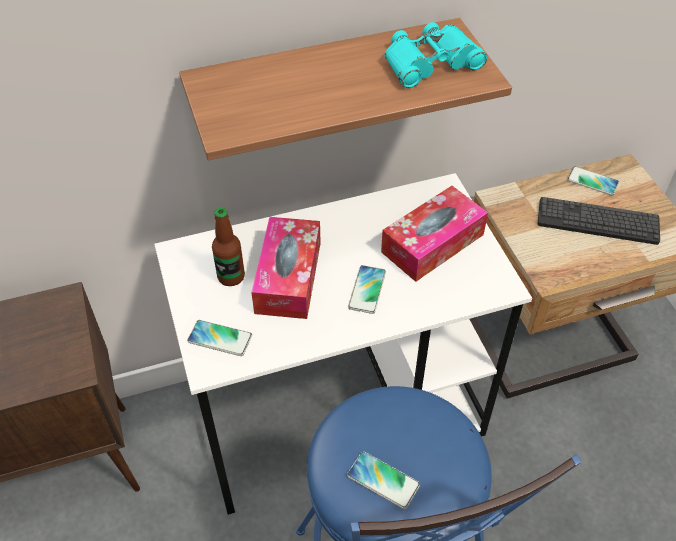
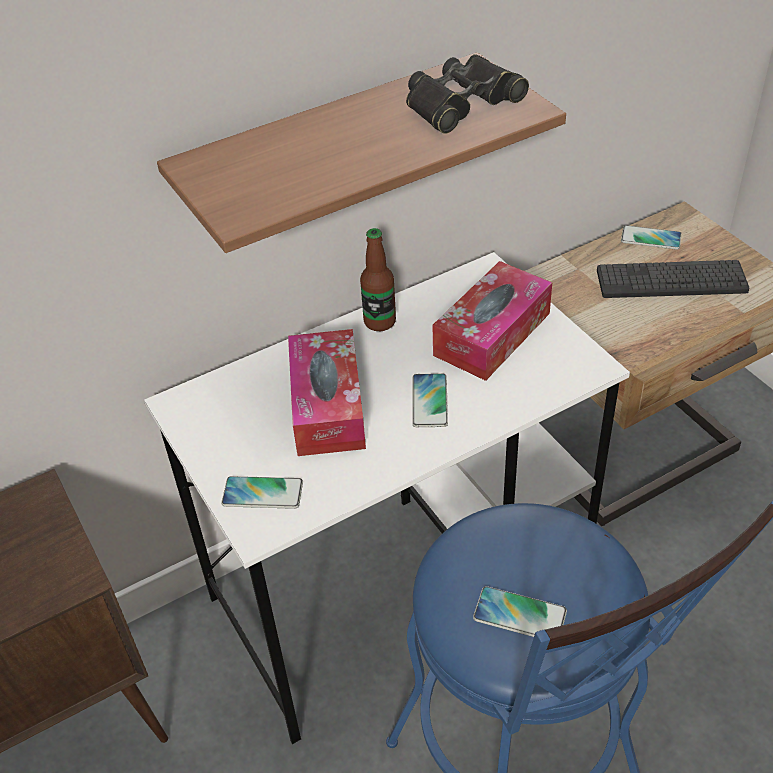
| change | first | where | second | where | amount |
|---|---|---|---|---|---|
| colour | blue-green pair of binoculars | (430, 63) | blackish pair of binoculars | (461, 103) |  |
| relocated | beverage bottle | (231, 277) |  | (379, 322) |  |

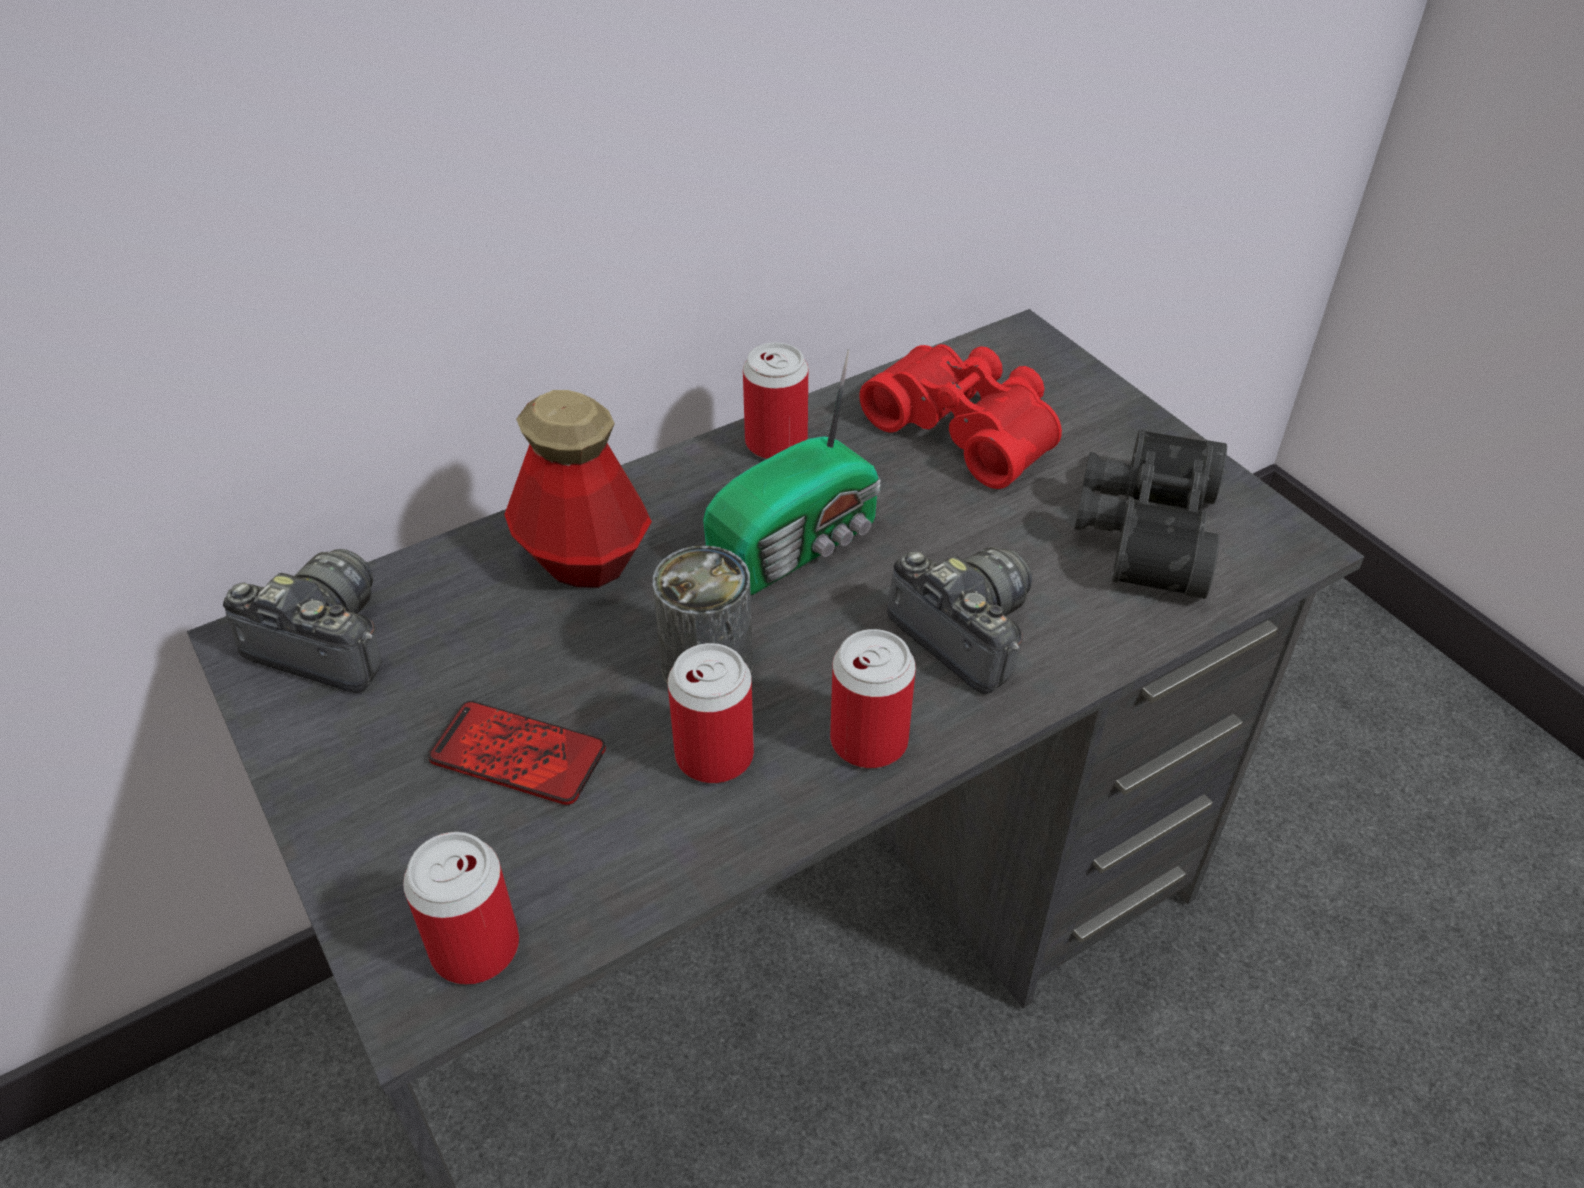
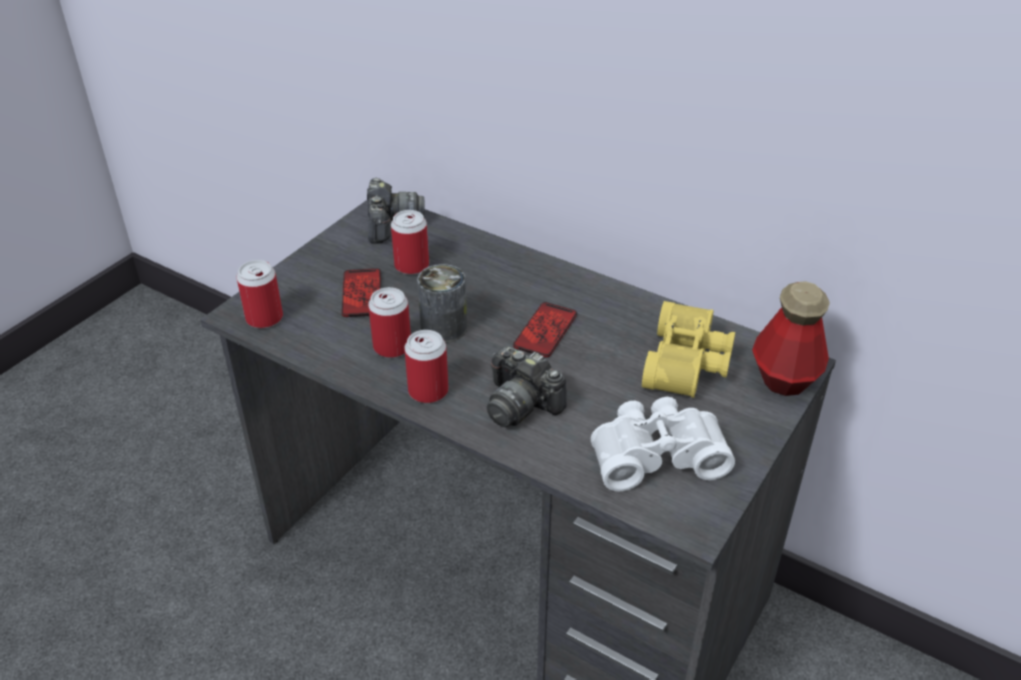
| change | first | where | second | where | amount |
|---|---|---|---|---|---|
| relocated | sealed can | (776, 443) |  | (412, 265) |  |
| colour | red pair of binoculars | (968, 428) | yellow pair of binoculars | (689, 363) |  |
| exchanged | radio | (800, 544) | phone | (545, 331) |  |
| relocated | beverage bottle | (584, 559) |  | (784, 378) |  |
| colour | blackish pair of binoculars | (1142, 529) | whitish pair of binoculars | (656, 454) |  |
| spun | photo camera | (964, 633) |  | (521, 404) | 105 degrees clockwise |

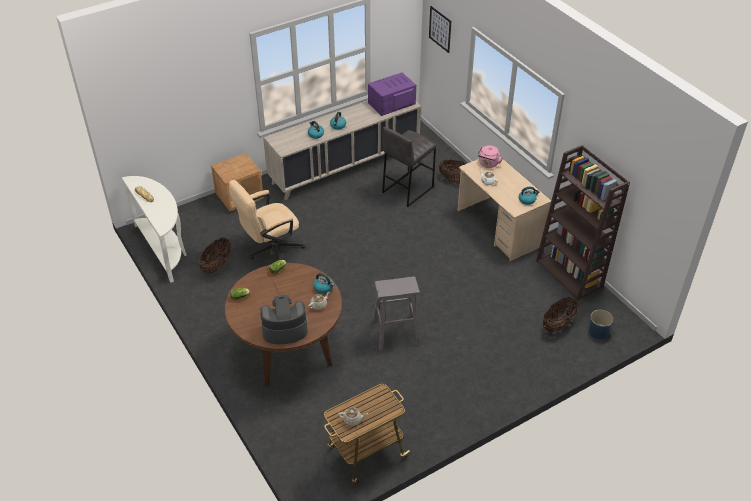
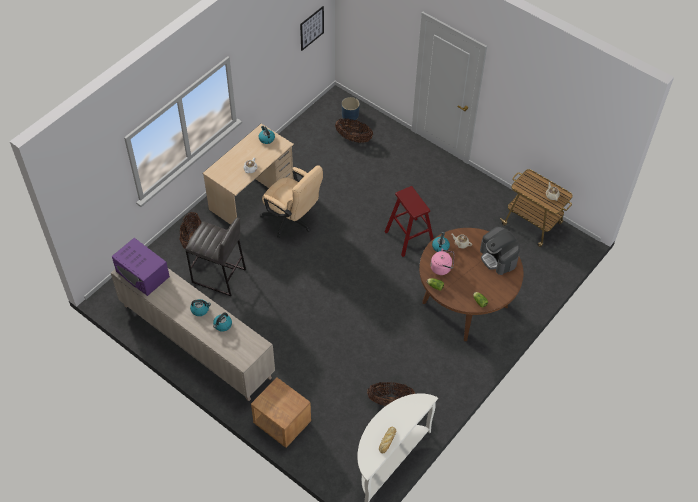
| change | first | where | second | where | amount |
|---|---|---|---|---|---|
| relocated | picture | (440, 29) |  | (312, 28) |  |
| relocated | pink-coloured water kettle | (488, 164) |  | (442, 268) |  |
| missing | brown shelving unit | (570, 274) |  |  |  |
| relocated | sand-coloured desk chair | (270, 249) |  | (292, 221) |  |
| colour | grey stool | (396, 332) | red stool | (409, 237) |  |

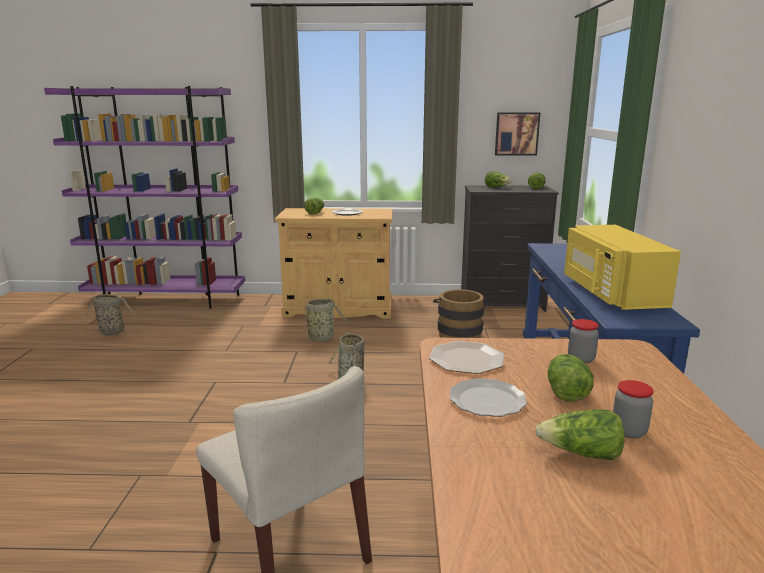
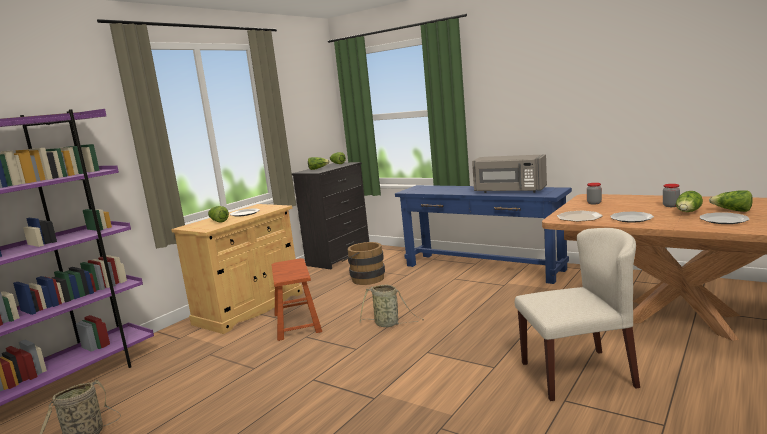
| change | first | where | second | where | amount |
|---|---|---|---|---|---|
| missing | picture | (516, 133) |  |  |  |
| colour | yellow microwave | (610, 293) | grey microwave | (509, 191) |  |
| exchanged | household basket | (322, 338) | brown stool | (297, 323) |  |
| relocated | lettuce head | (565, 391) |  | (732, 210) |  |
| appeared |  |  | flat dish | (723, 220) |  |

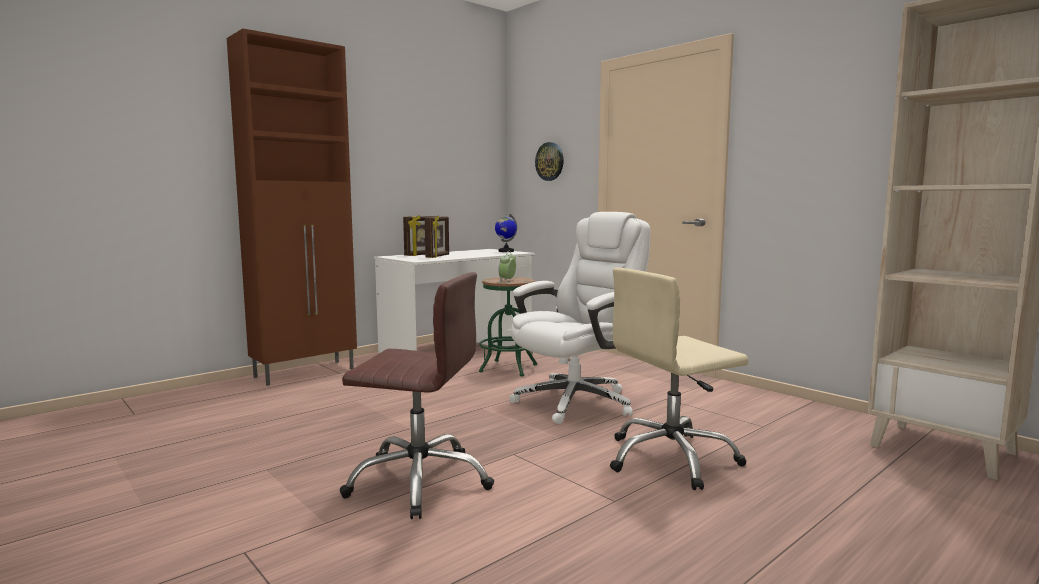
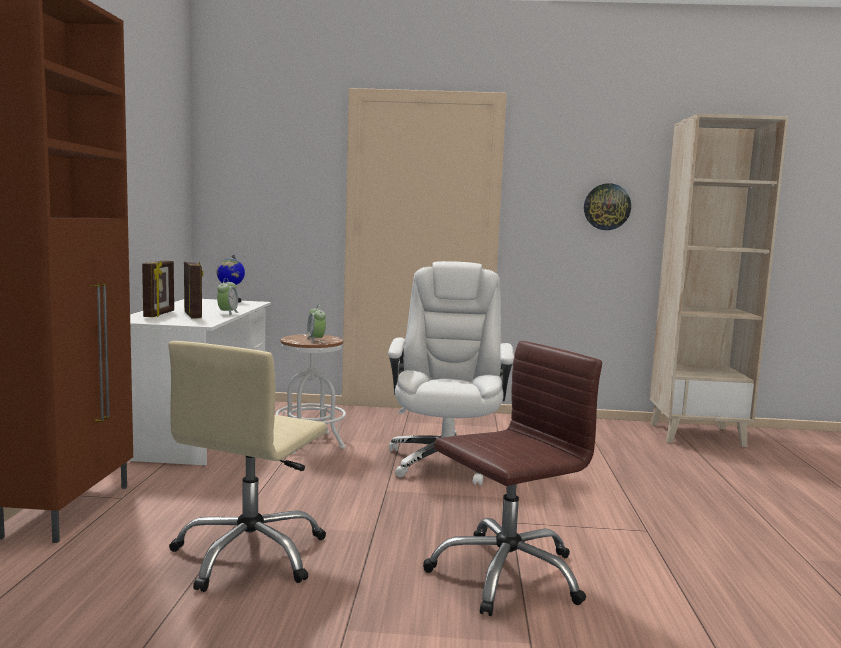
| change | first | where | second | where | amount |
|---|---|---|---|---|---|
| relocated | wall clock | (550, 161) |  | (607, 207) |  |
| relocated | sand-coloured desk chair | (671, 459) |  | (250, 555) |  |
| colour | green stool | (508, 368) | whitish stool | (310, 443) |  |
| appeared |  |  | table clock | (227, 313) |  |

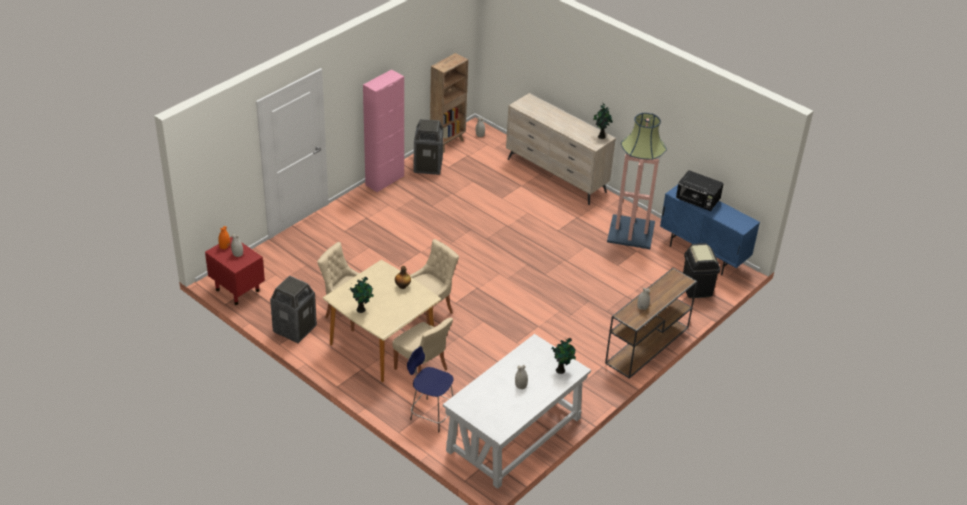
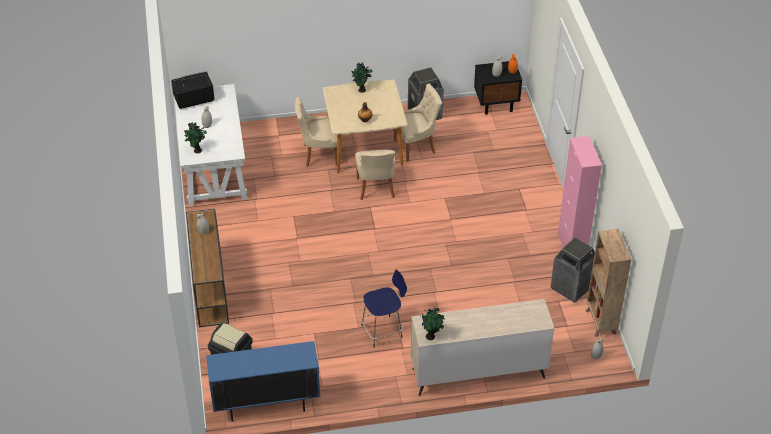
| change | first | where | second | where | amount |
|---|---|---|---|---|---|
| missing | standing lamp | (631, 232) |  |  |  |
| relocated | blackish microwave | (698, 201) |  | (193, 99) |  |
| colour | red nightstand | (237, 290) | blackish nightstand | (496, 104) |  |
| relocated | blue-coloured stool | (431, 414) |  | (383, 331) |  |

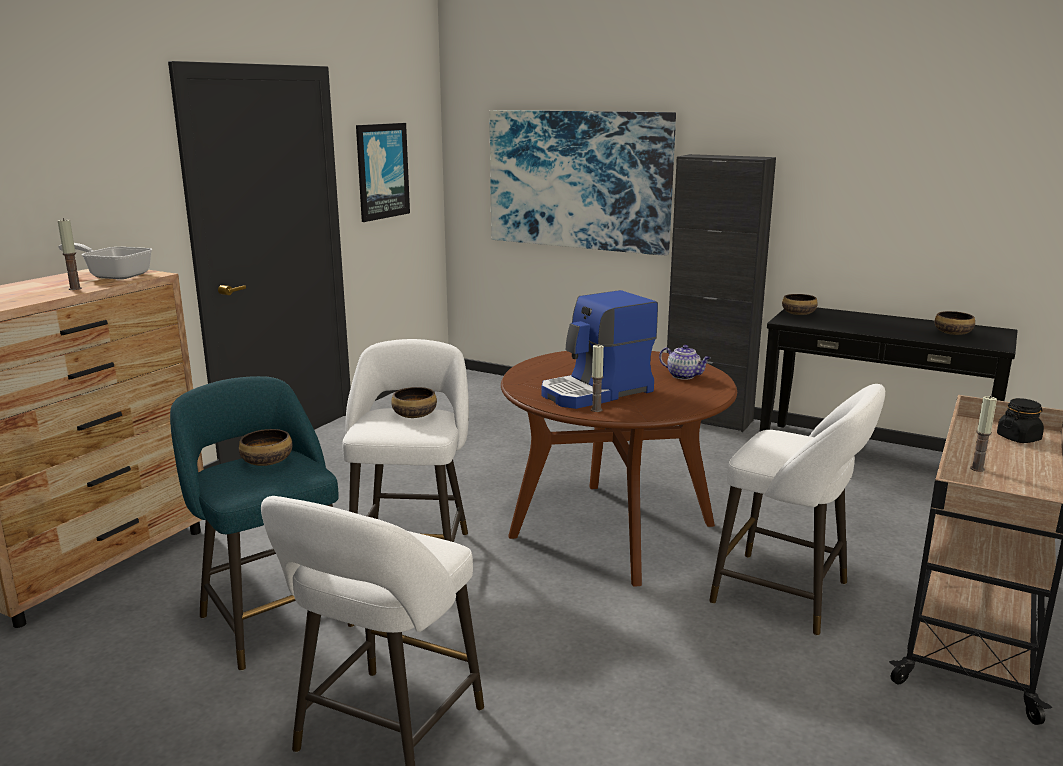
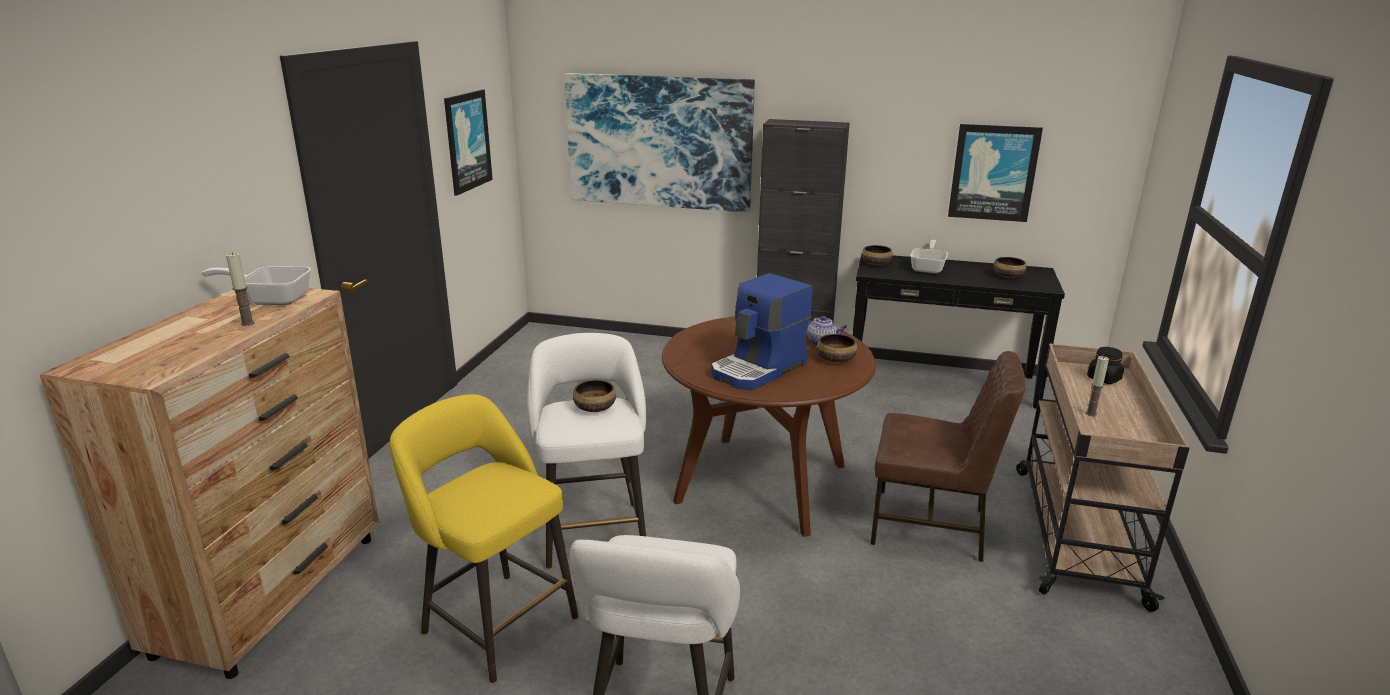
| change | first | where | second | where | amount |
|---|---|---|---|---|---|
| missing | wax light | (596, 410) |  |  |  |
| colour | blue-green stool | (273, 617) | yellow stool | (495, 622) |  |
| exchanged | whitish stool | (788, 595) | brown upright chair | (931, 526) |  |
| relocated | deep dish | (267, 461) |  | (836, 359) |  |
| appeared |  |  | picture | (993, 173) |  |
| appeared |  |  | skillet | (928, 268) |  |

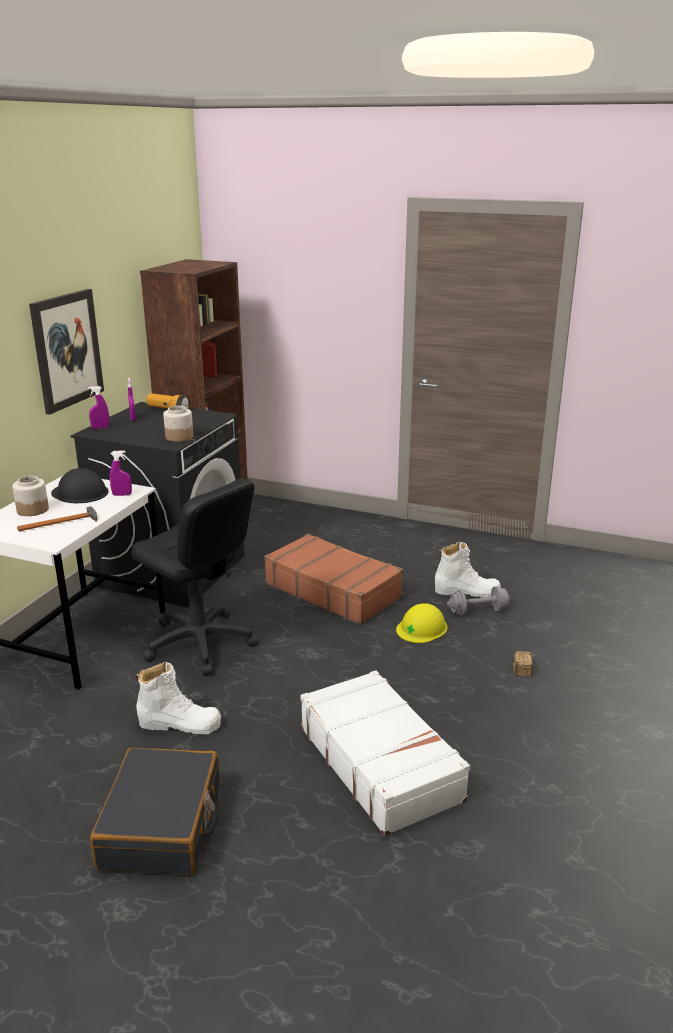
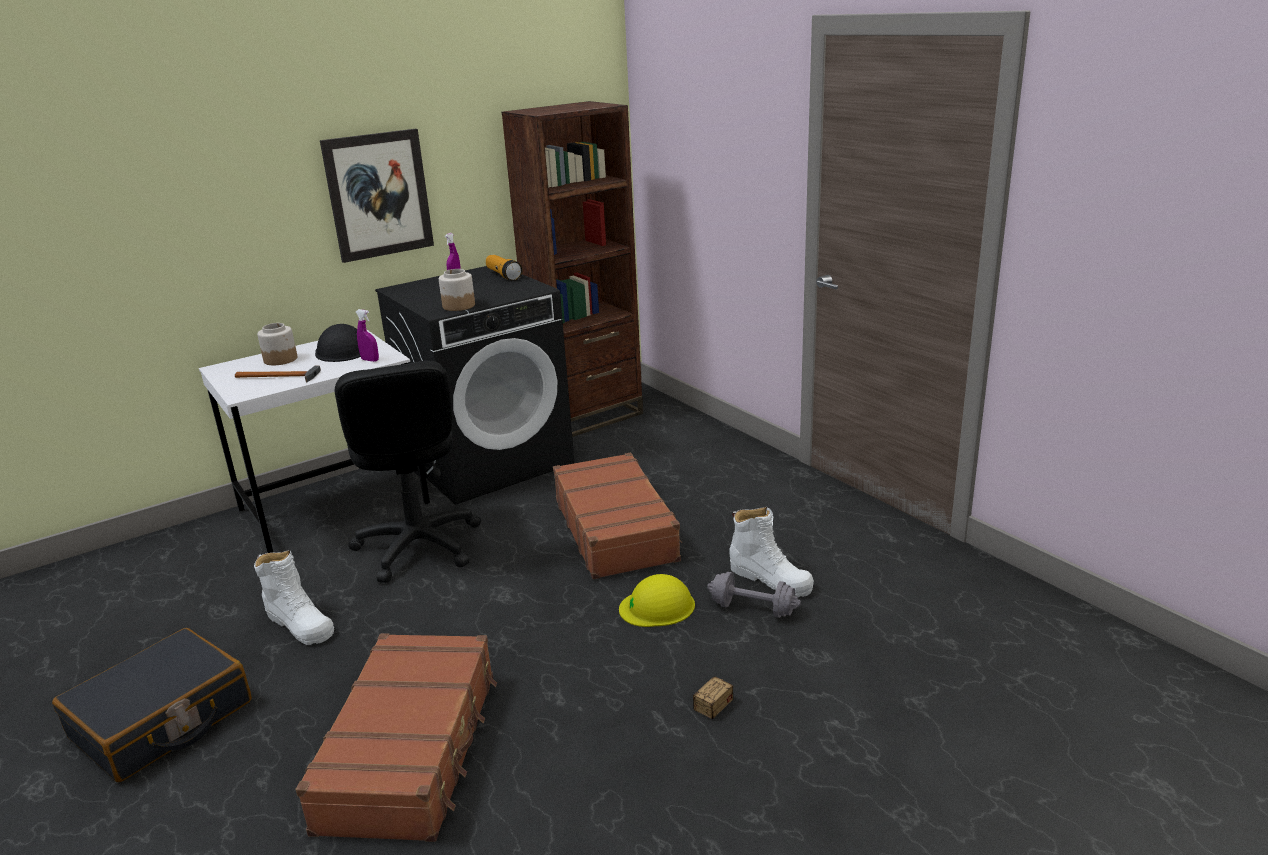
| change | first | where | second | where | amount |
|---|---|---|---|---|---|
| missing | purple-coloured sprayer | (100, 428) |  |  |  |
| colour | whitish suitcase | (380, 763) | brown suitcase | (412, 750) |  |

